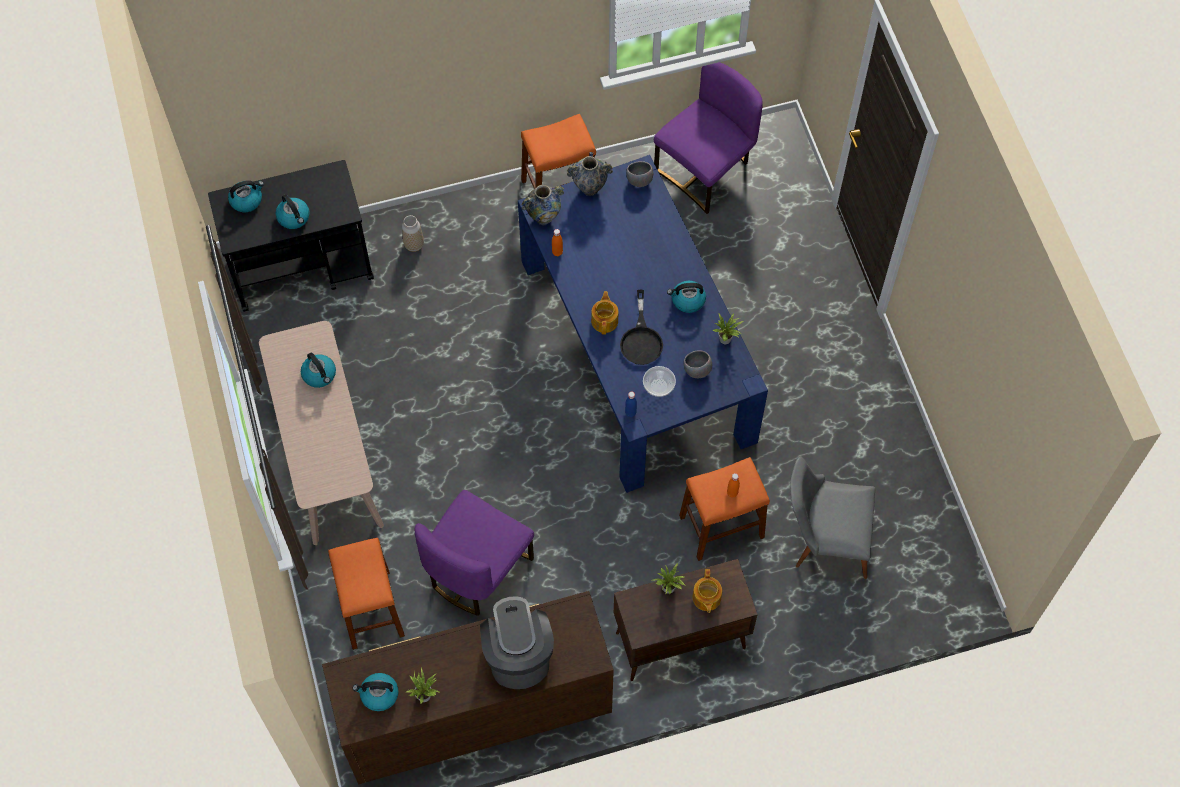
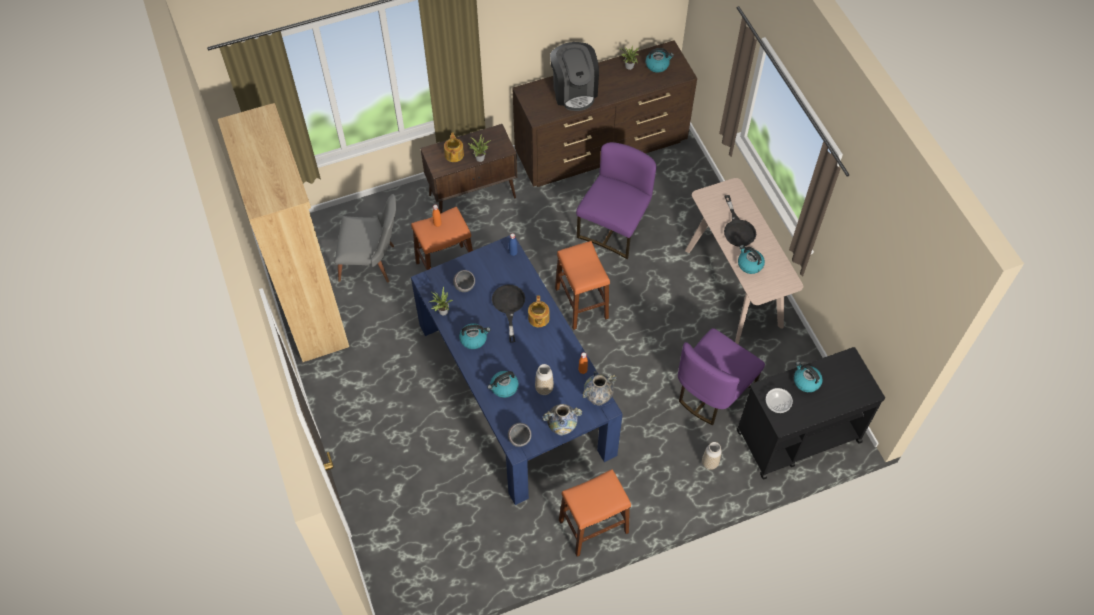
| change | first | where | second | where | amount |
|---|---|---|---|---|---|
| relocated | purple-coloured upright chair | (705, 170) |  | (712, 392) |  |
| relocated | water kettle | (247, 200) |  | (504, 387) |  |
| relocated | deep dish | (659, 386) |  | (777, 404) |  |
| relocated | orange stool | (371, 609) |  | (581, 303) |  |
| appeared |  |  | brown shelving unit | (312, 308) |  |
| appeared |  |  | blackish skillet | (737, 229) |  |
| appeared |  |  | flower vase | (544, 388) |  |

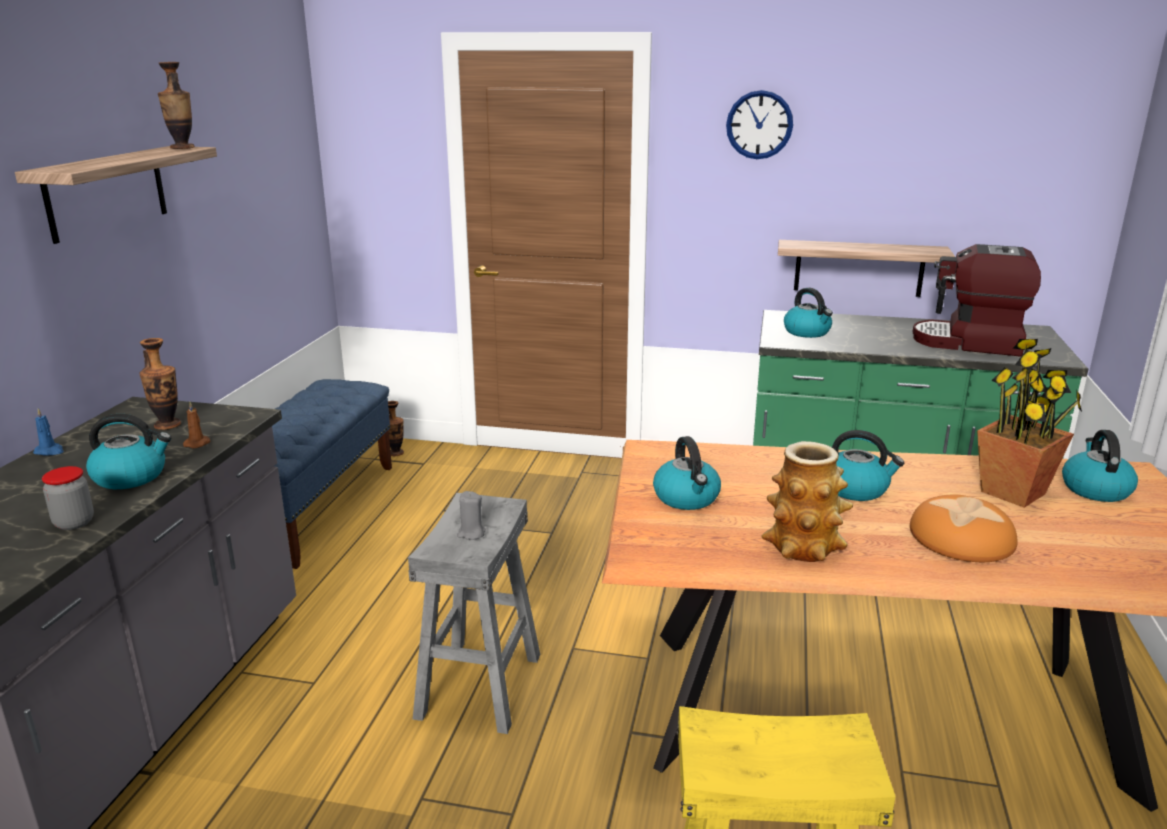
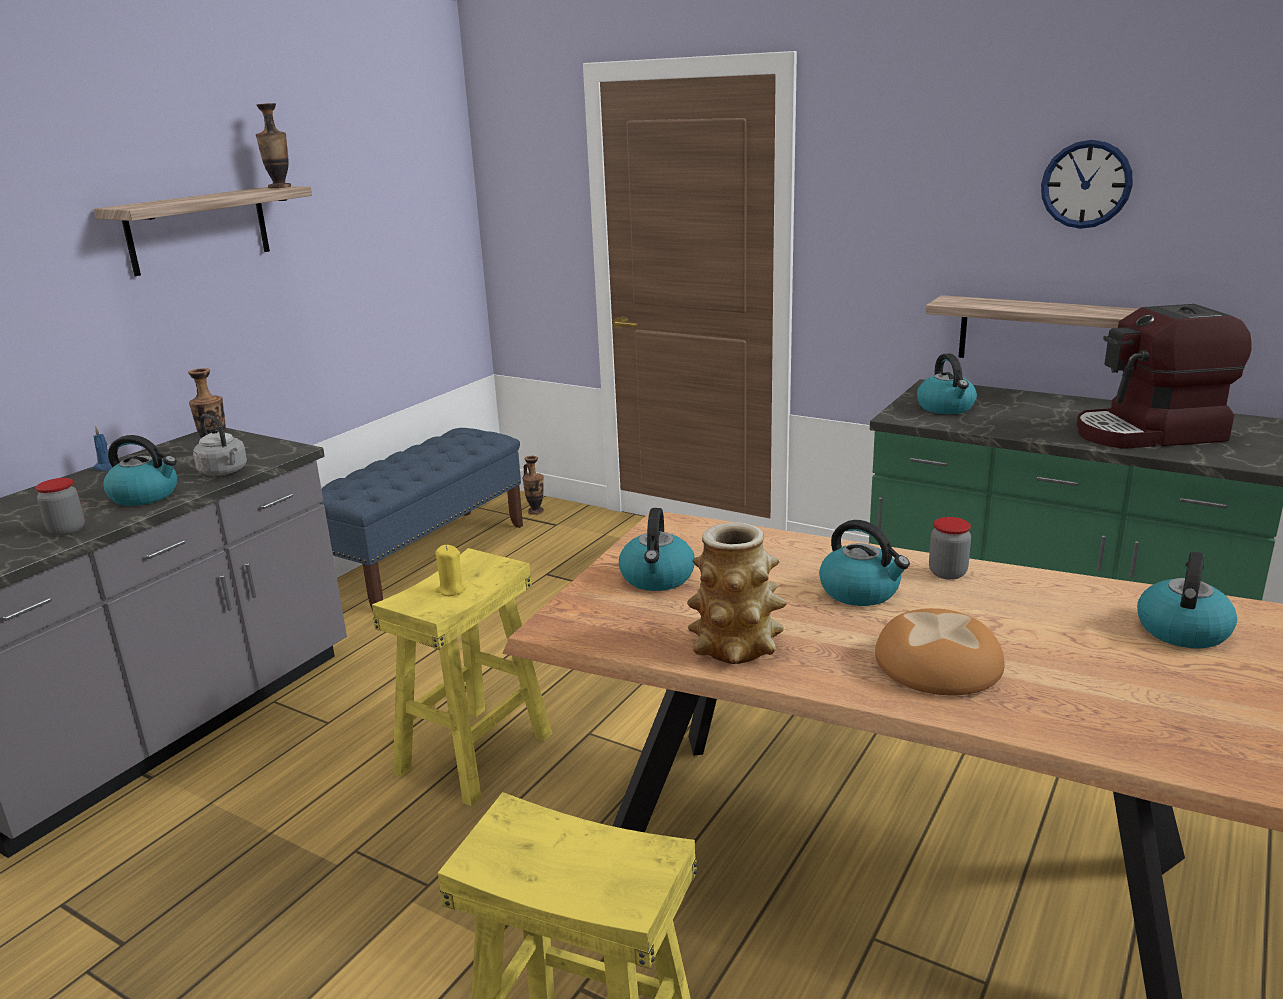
| change | first | where | second | where | amount |
|---|---|---|---|---|---|
| relocated | wall clock | (759, 125) |  | (1086, 184) |  |
| spun | coffee maker | (969, 343) |  | (1150, 433) | 45 degrees counterclockwise |
| missing | plant in a pot | (1013, 492) |  |  |  |
| exchanged | brown wax light | (198, 443) | grey water kettle | (225, 472) |  |
| colour | grey wax light | (471, 533) | yellow wax light | (451, 590) |  |
| colour | grey stool | (478, 684) | yellow stool | (474, 752) |  |
| appeared |  |  | storage jar | (947, 573) |  |

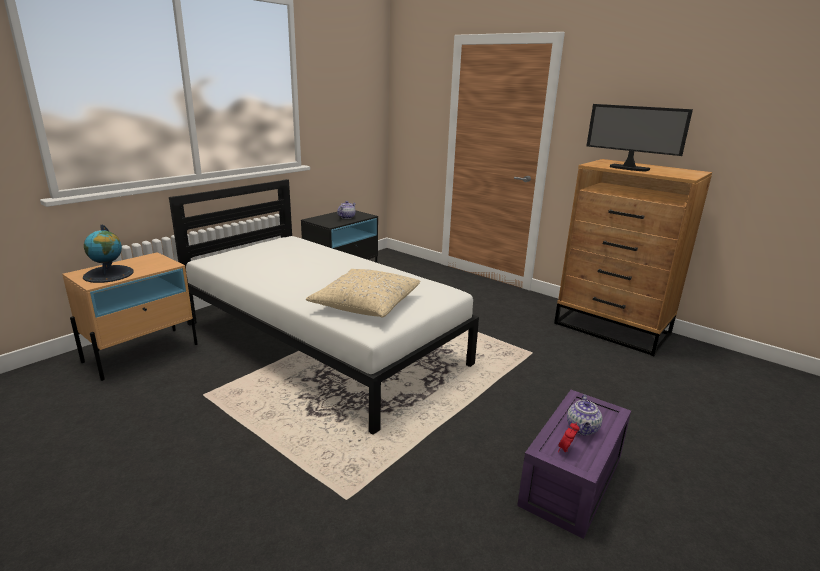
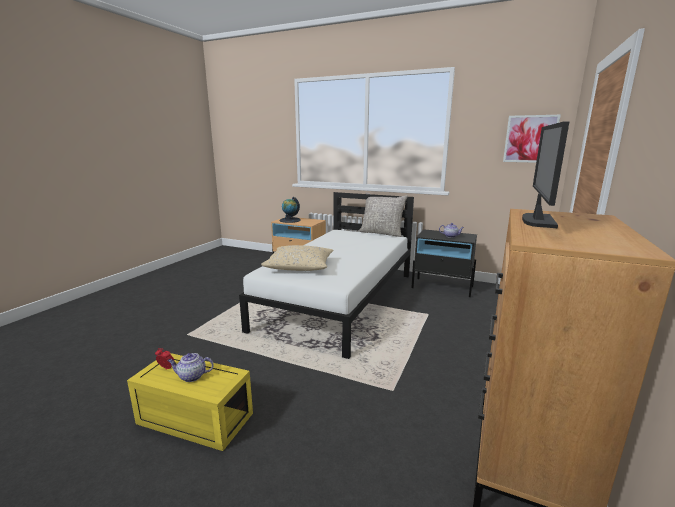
| change | first | where | second | where | amount |
|---|---|---|---|---|---|
| colour | purple-coloured storage container | (573, 483) | yellow storage container | (193, 419) |  |
| appeared |  |  | picture | (530, 139) |  |
| appeared |  |  | grey throw pillow | (381, 233) |  |

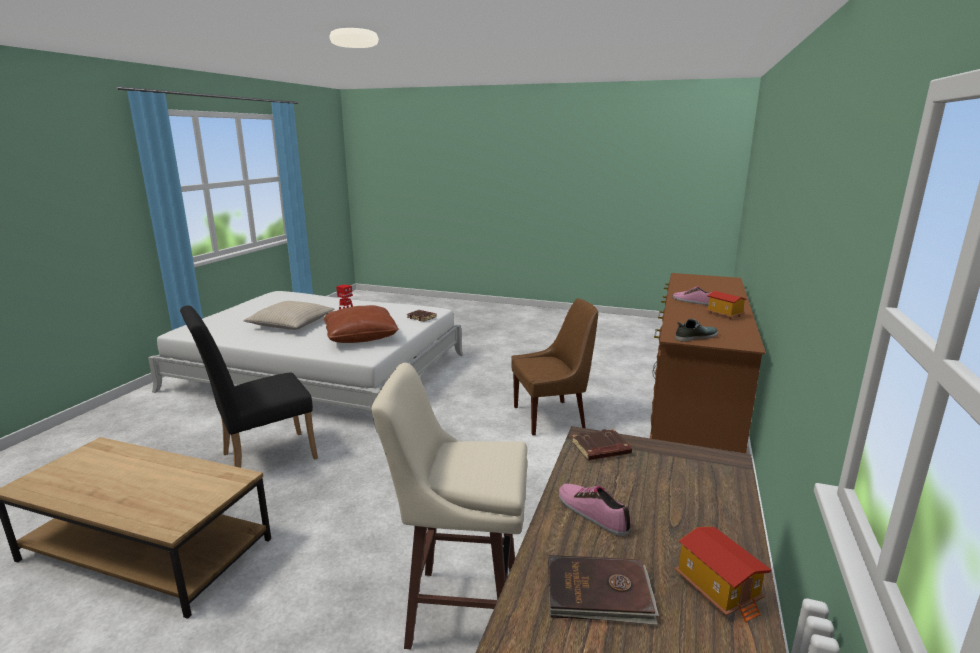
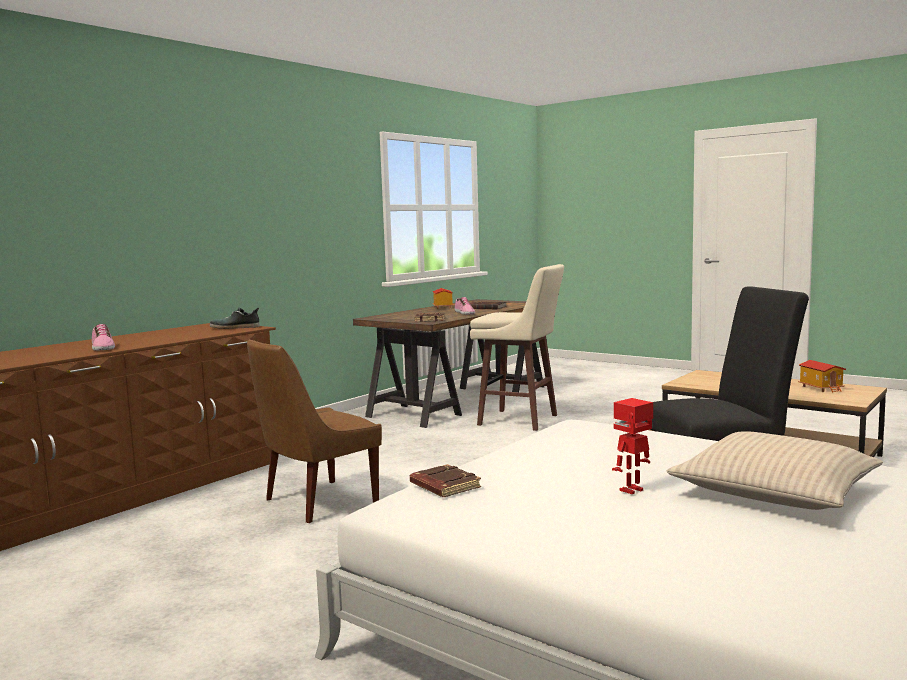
| change | first | where | second | where | amount |
|---|---|---|---|---|---|
| relocated | miniature house | (723, 315) |  | (821, 388) |  |
| spun | brown upright chair | (551, 417) |  | (317, 502) | 45 degrees counterclockwise |
| missing | brown throw pillow | (361, 337) |  |  |  |

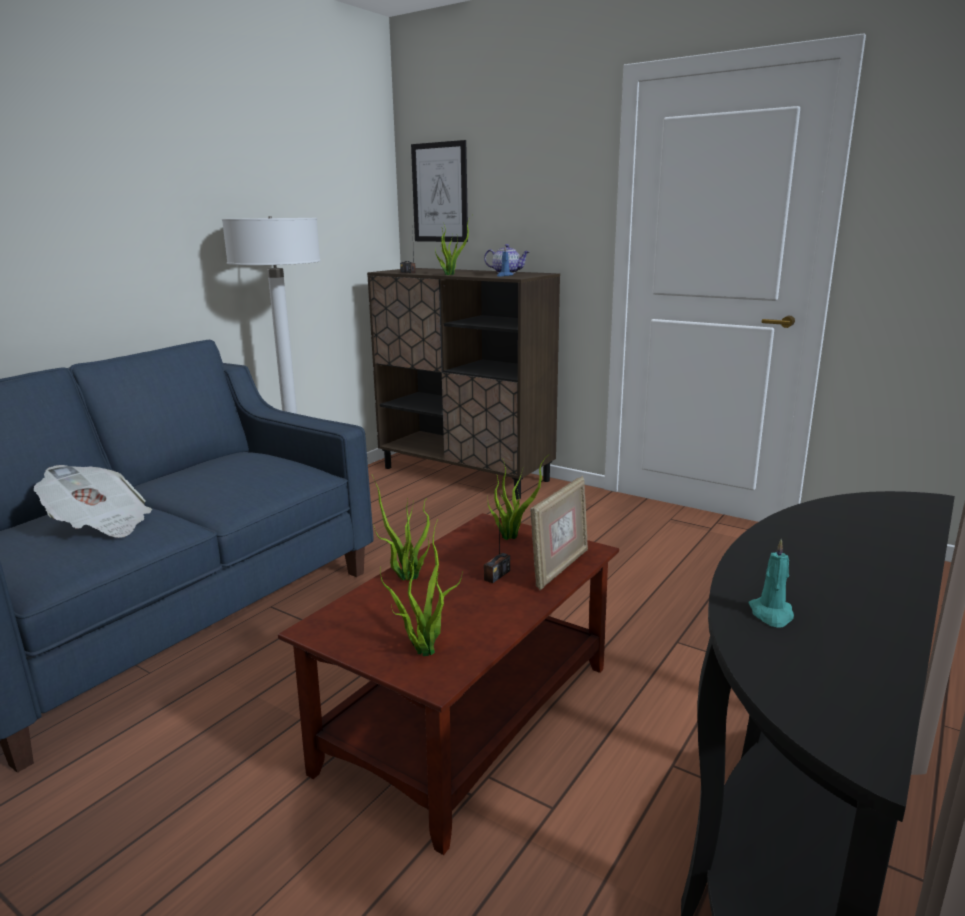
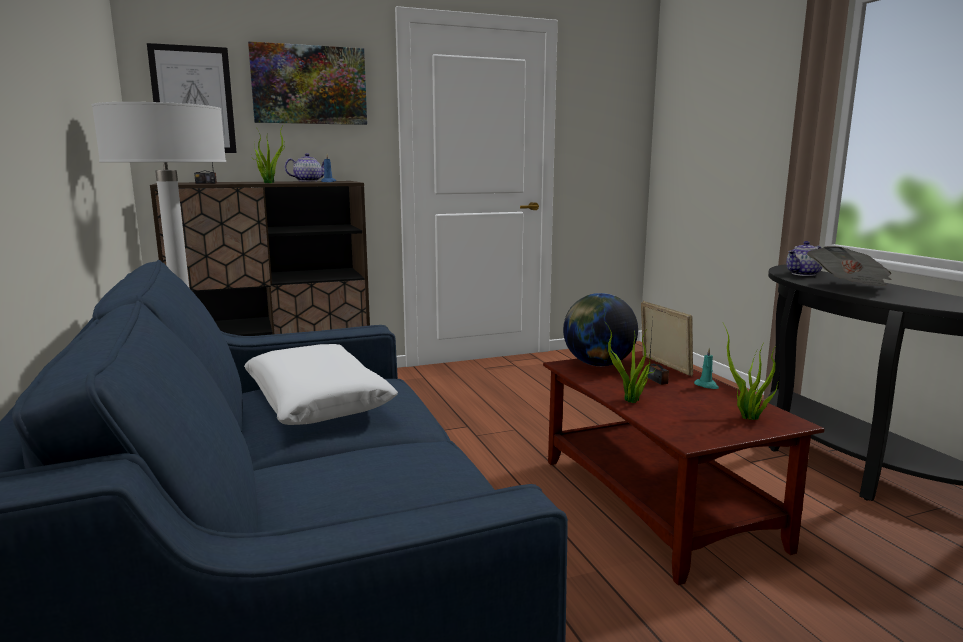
| change | first | where | second | where | amount |
|---|---|---|---|---|---|
| exchanged | plant in a pot | (512, 536) | world globe | (598, 364) |  |
| relocated | daily paper | (100, 524) |  | (849, 288) |  |
| relocated | blue-green wax light | (771, 614) |  | (707, 385) |  |
| appeared |  |  | picture | (309, 85) |  |
| appeared |  |  | pot for tea | (804, 274) |  |
| appeared |  |  | whitish throw pillow | (317, 400) |  |

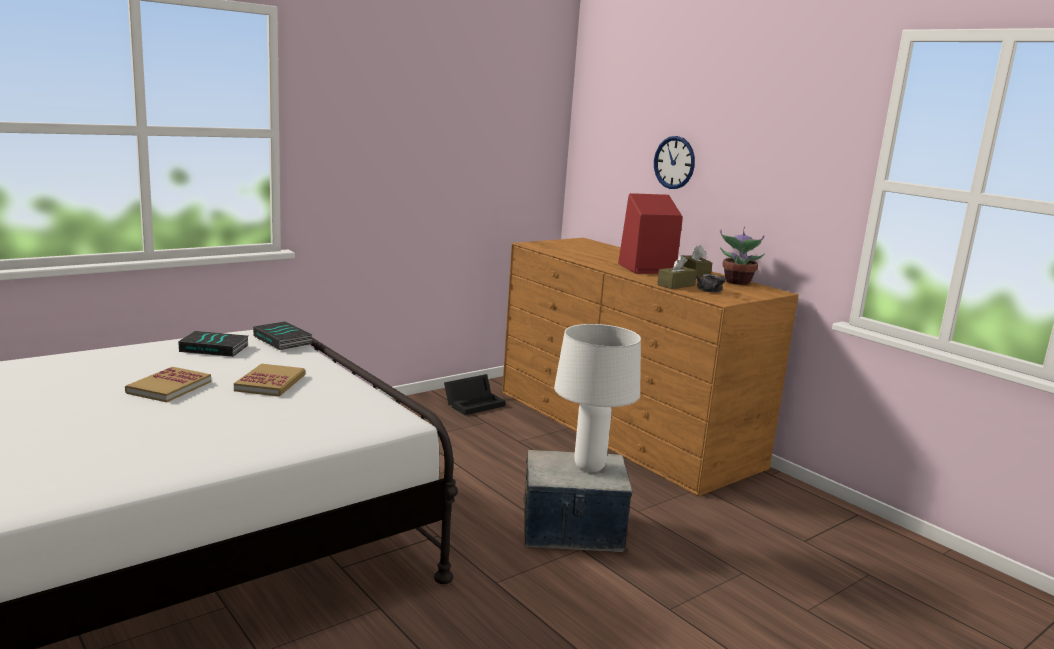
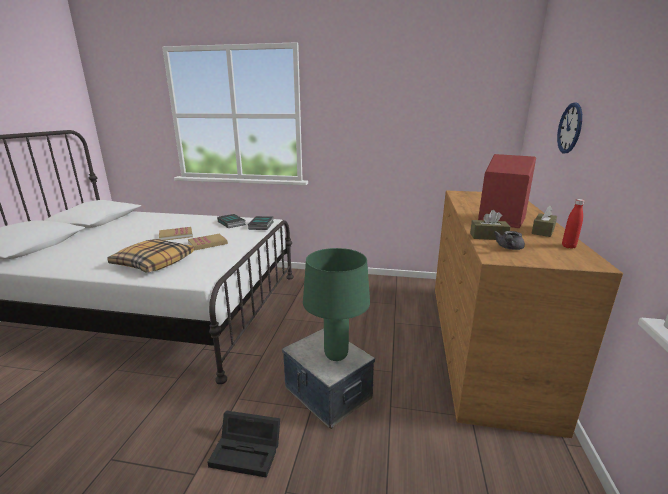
| change | first | where | second | where | amount |
|---|---|---|---|---|---|
| exchanged | plant in a pot | (737, 282) | red beverage bottle | (568, 246) |  |
| colour | whitish tabletop lamp | (589, 467) | green tabletop lamp | (335, 355) |  |
| relocated | blackish storage container | (475, 403) |  | (248, 451) |  |
| appeared |  |  | throw pillow | (153, 263) |  |

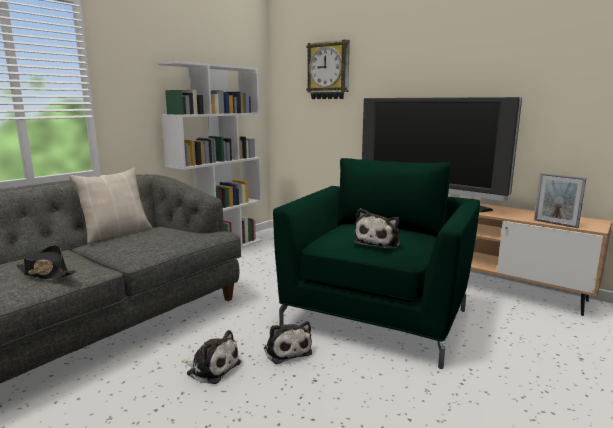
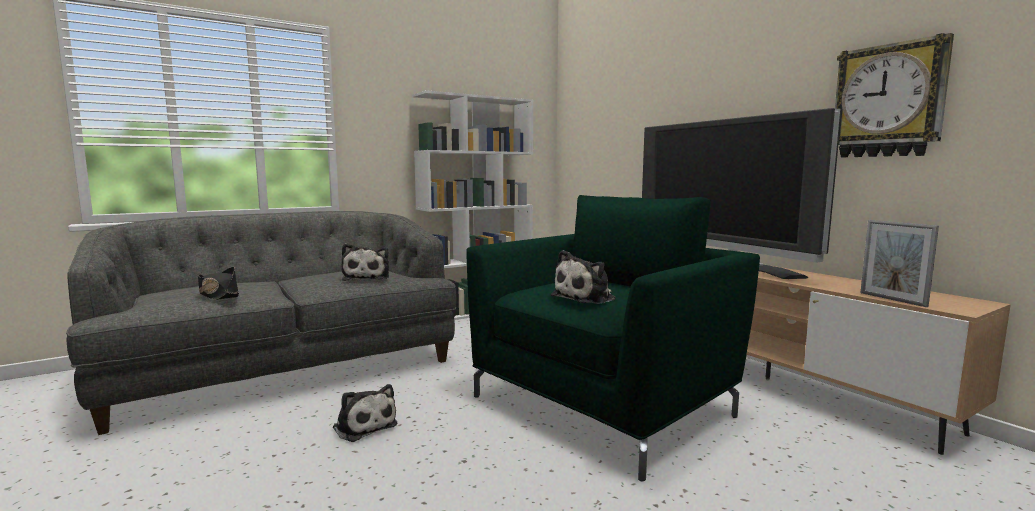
| change | first | where | second | where | amount |
|---|---|---|---|---|---|
| relocated | wall clock | (328, 71) |  | (888, 101) |  |
| missing | sand-coloured throw pillow | (116, 234) |  |  |  |
| relocated | cuddly toy | (286, 350) |  | (367, 277) |  |

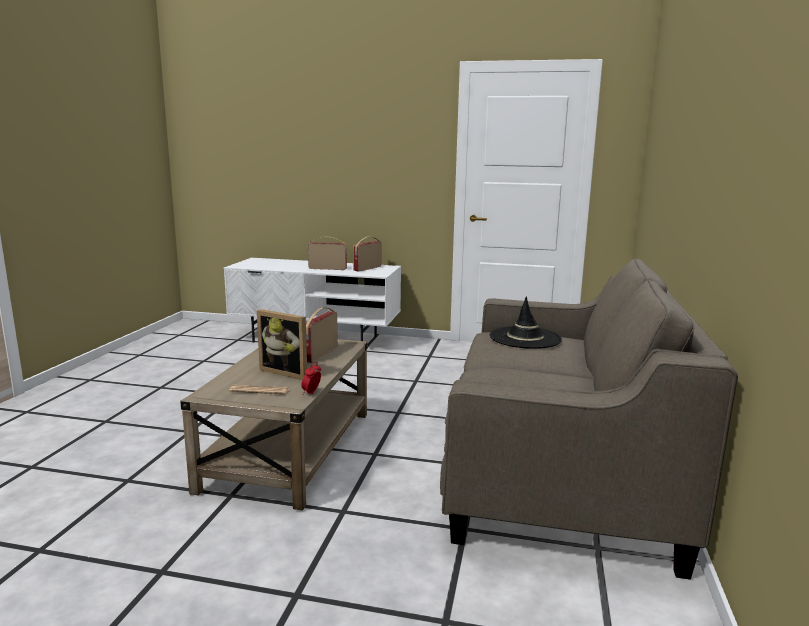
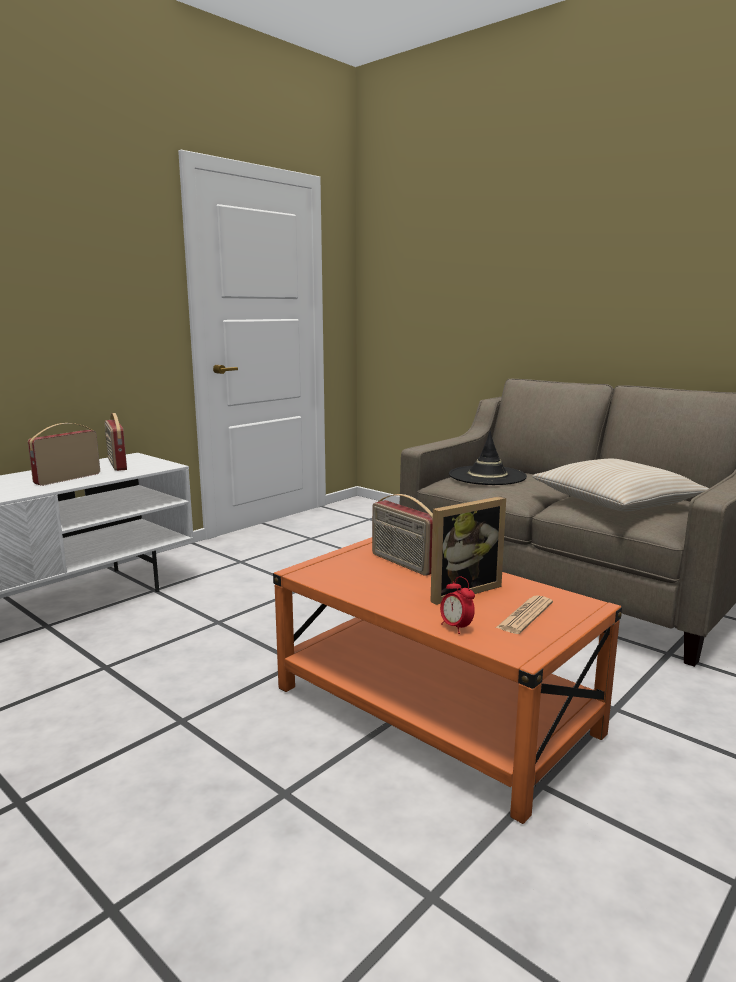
| change | first | where | second | where | amount |
|---|---|---|---|---|---|
| colour | sand-coloured low table | (289, 450) | orange low table | (434, 711) |  |
| relocated | table clock | (311, 393) |  | (456, 627) |  |
| appeared |  |  | sand-coloured throw pillow | (616, 501) |  |

